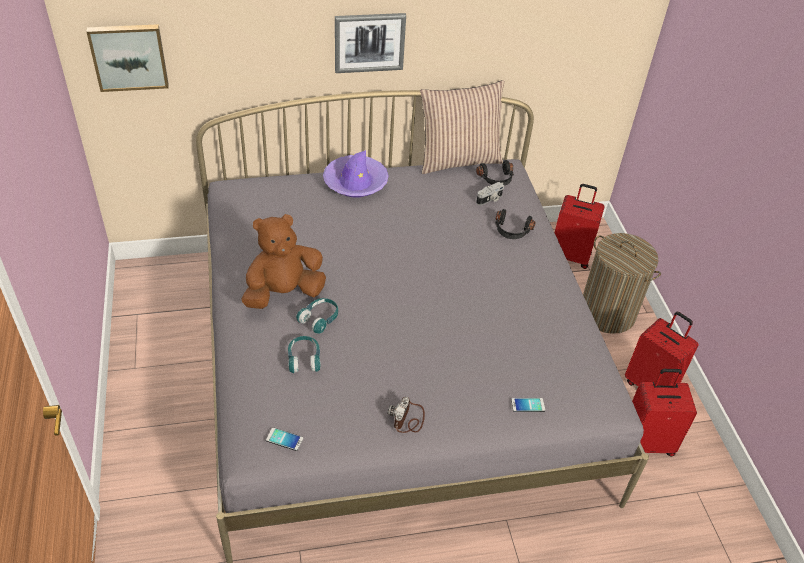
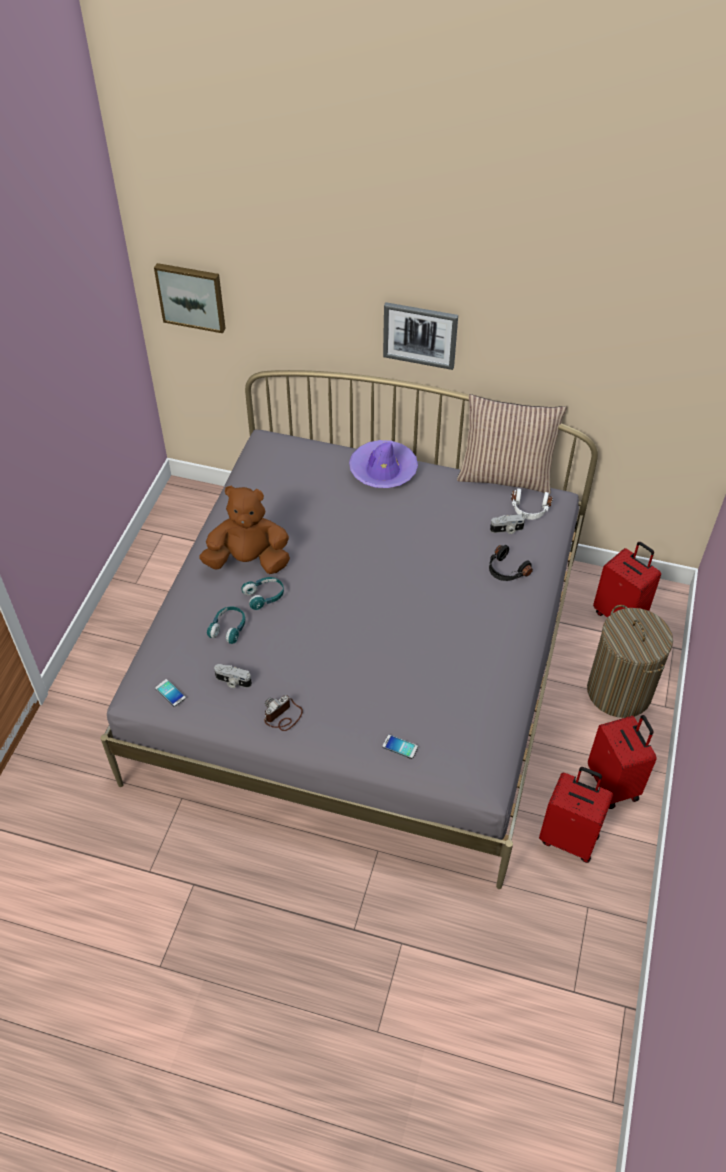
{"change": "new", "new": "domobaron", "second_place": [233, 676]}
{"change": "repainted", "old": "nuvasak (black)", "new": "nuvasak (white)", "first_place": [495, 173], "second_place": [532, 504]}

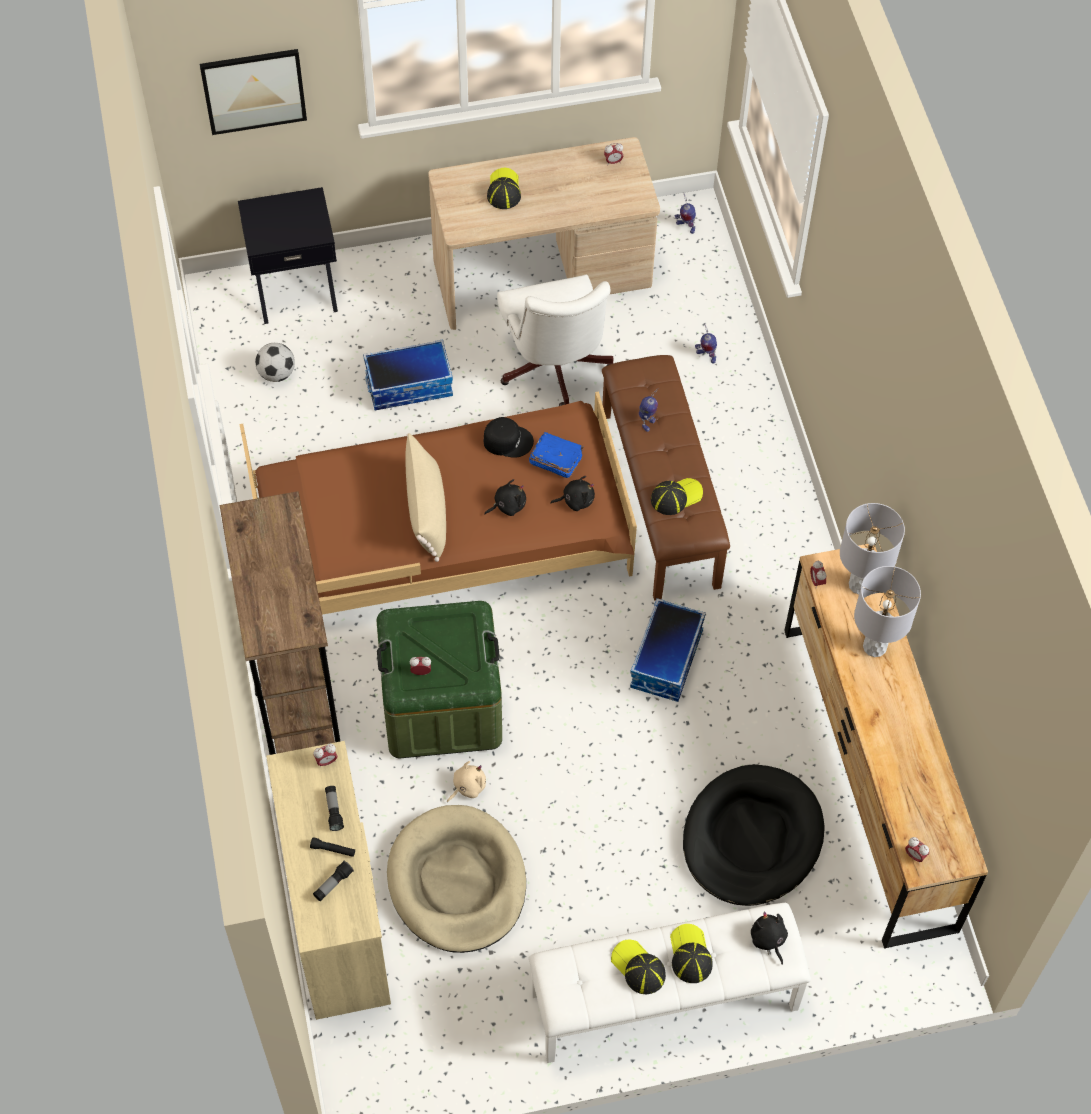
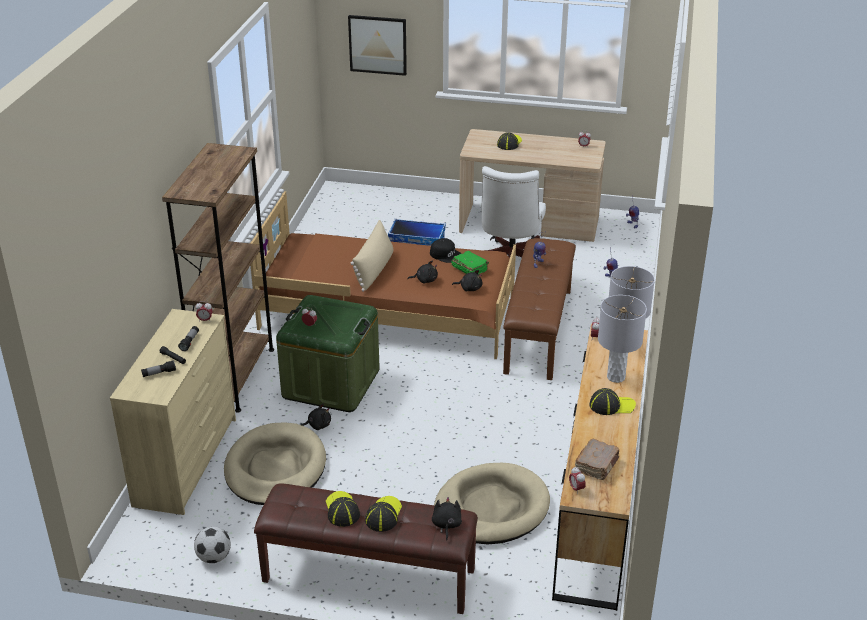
{"change": "shifted", "old": "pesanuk", "first_place": [275, 362], "second_place": [212, 544]}
{"change": "repainted", "old": "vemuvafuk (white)", "new": "vemuvafuk (brown)", "first_place": [670, 983], "second_place": [366, 548]}
{"change": "repainted", "old": "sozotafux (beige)", "new": "sozotafux (black)", "first_place": [466, 781], "second_place": [315, 417]}
{"change": "repainted", "old": "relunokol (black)", "new": "relunokol (beige)", "first_place": [753, 835], "second_place": [492, 503]}
{"change": "repainted", "old": "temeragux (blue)", "new": "temeragux (green)", "first_place": [556, 455], "second_place": [470, 263]}
{"change": "new", "new": "temeragux (brown)", "second_place": [597, 459]}
{"change": "shifted", "old": "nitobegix", "first_place": [677, 496], "second_place": [612, 401]}
{"change": "gone", "old": "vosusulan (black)", "first_place": [288, 255]}
{"change": "gone", "old": "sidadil", "first_place": [668, 650]}

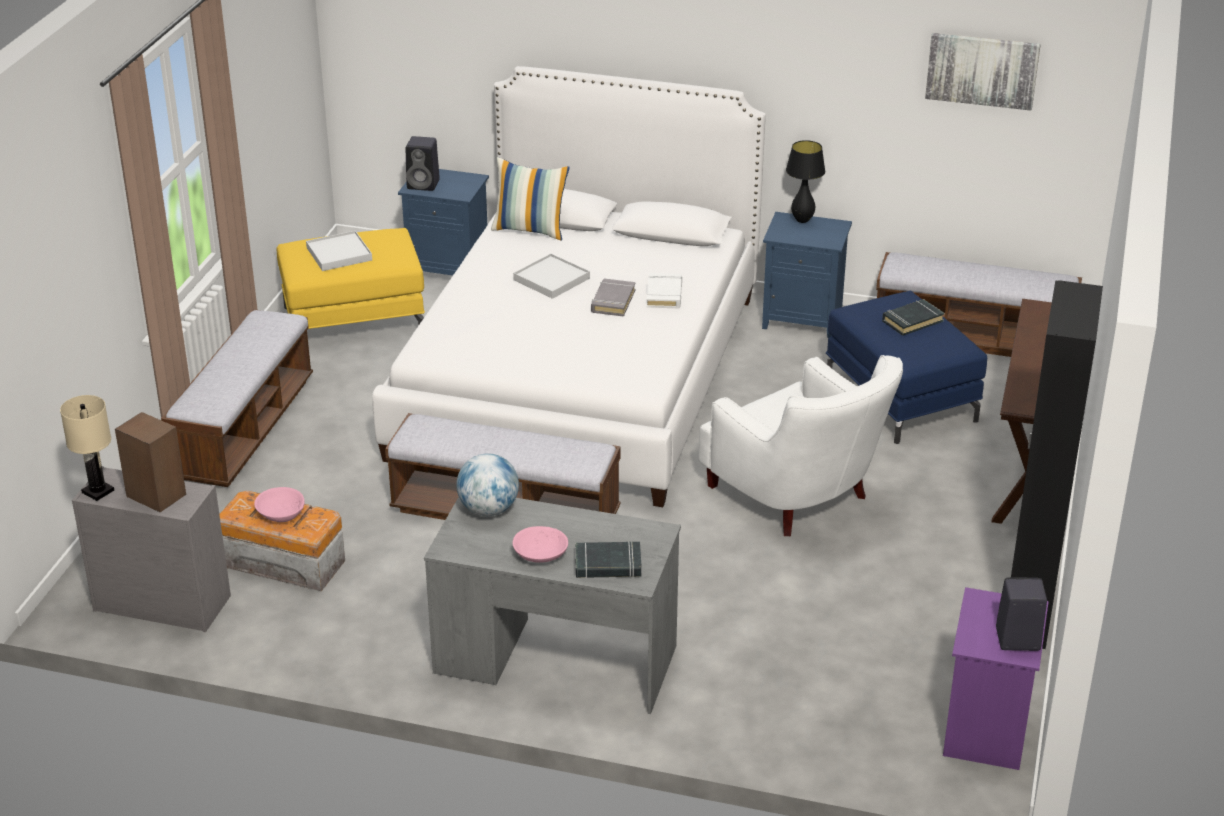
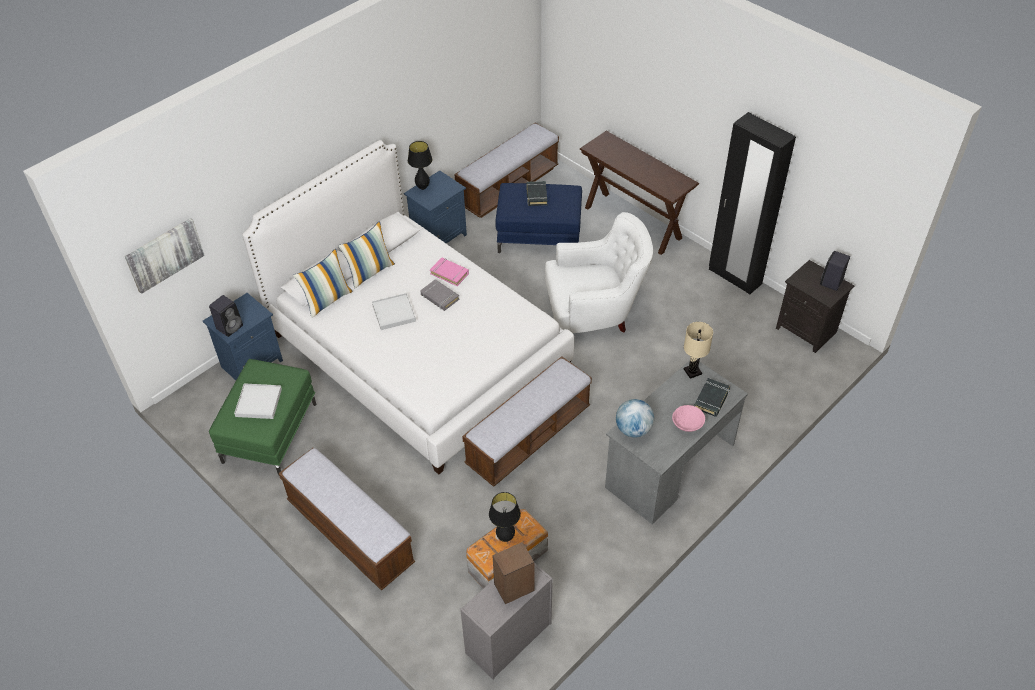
{"change": "shifted", "old": "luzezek", "first_place": [983, 71], "second_place": [165, 256]}
{"change": "repainted", "old": "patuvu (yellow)", "new": "patuvu (green)", "first_place": [351, 278], "second_place": [262, 417]}
{"change": "new", "new": "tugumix", "second_place": [366, 254]}
{"change": "repainted", "old": "temeragux (white)", "new": "temeragux (pink)", "first_place": [664, 290], "second_place": [449, 272]}
{"change": "swapped", "old": "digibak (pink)", "new": "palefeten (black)", "first_place": [279, 504], "second_place": [505, 517]}
{"change": "shifted", "old": "palefeten (beige)", "first_place": [87, 448], "second_place": [698, 350]}
{"change": "repainted", "old": "vosusulan (purple)", "new": "vosusulan (black)", "first_place": [996, 678], "second_place": [815, 306]}

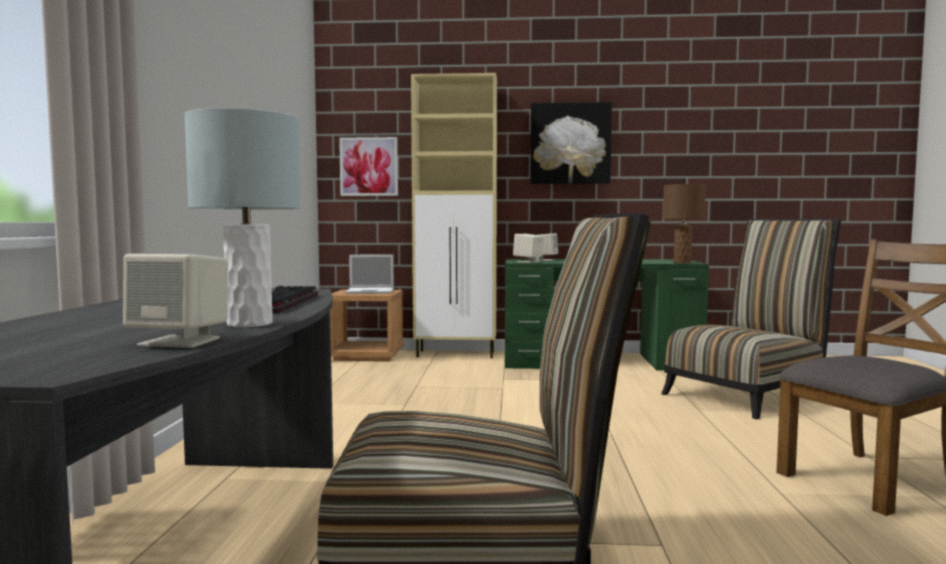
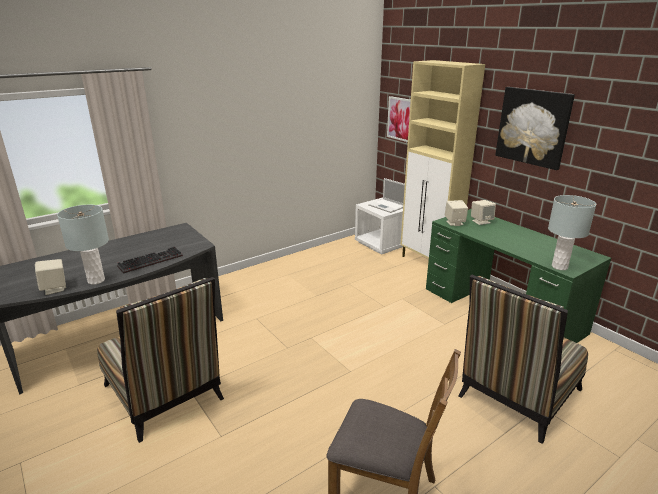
{"change": "repainted", "old": "vosusulan (brown)", "new": "vosusulan (white)", "first_place": [366, 325], "second_place": [379, 226]}
{"change": "rotated", "old": "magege", "first_place": [751, 319], "second_place": [523, 359], "degrees": 120}
{"change": "repainted", "old": "palefeten (brown)", "new": "palefeten (grey)", "first_place": [684, 223], "second_place": [572, 232]}

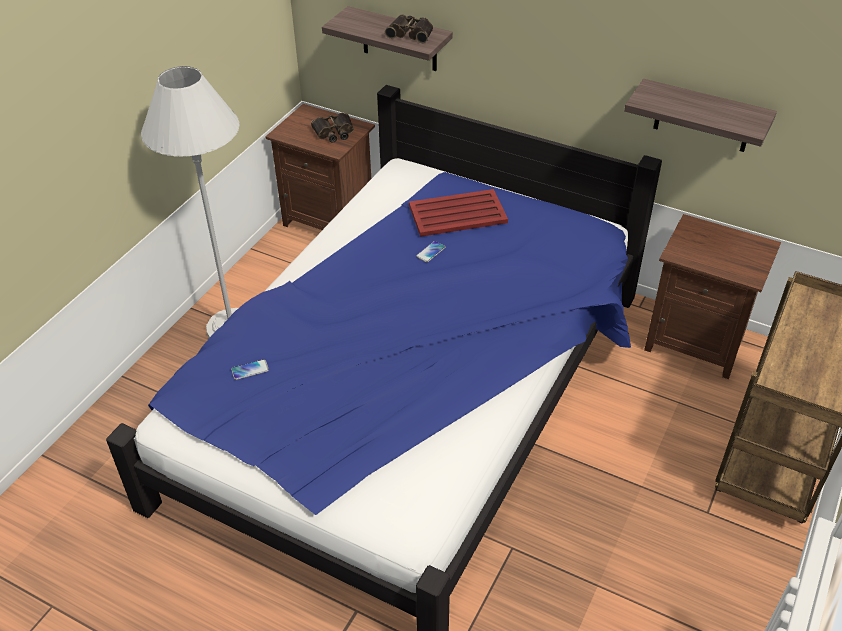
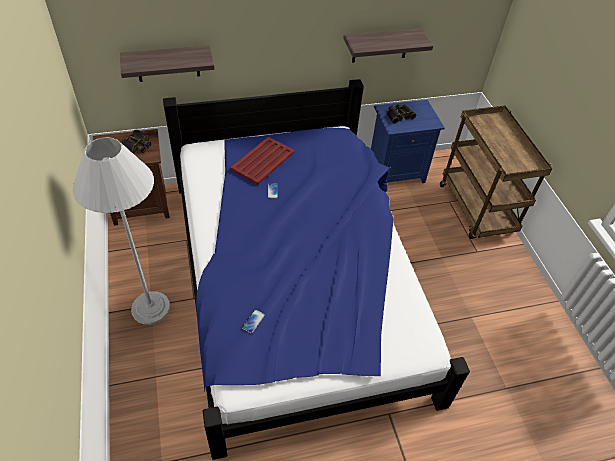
{"change": "repainted", "old": "vosusulan (brown)", "new": "vosusulan (blue)", "first_place": [712, 296], "second_place": [408, 141]}
{"change": "shifted", "old": "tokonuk", "first_place": [409, 28], "second_place": [401, 114]}

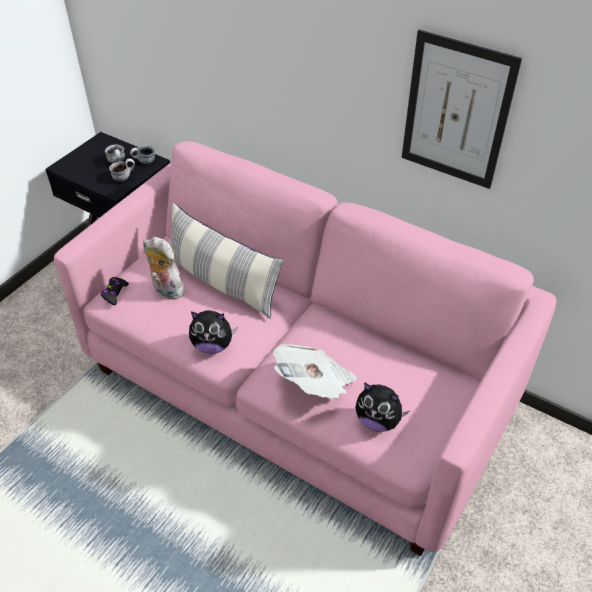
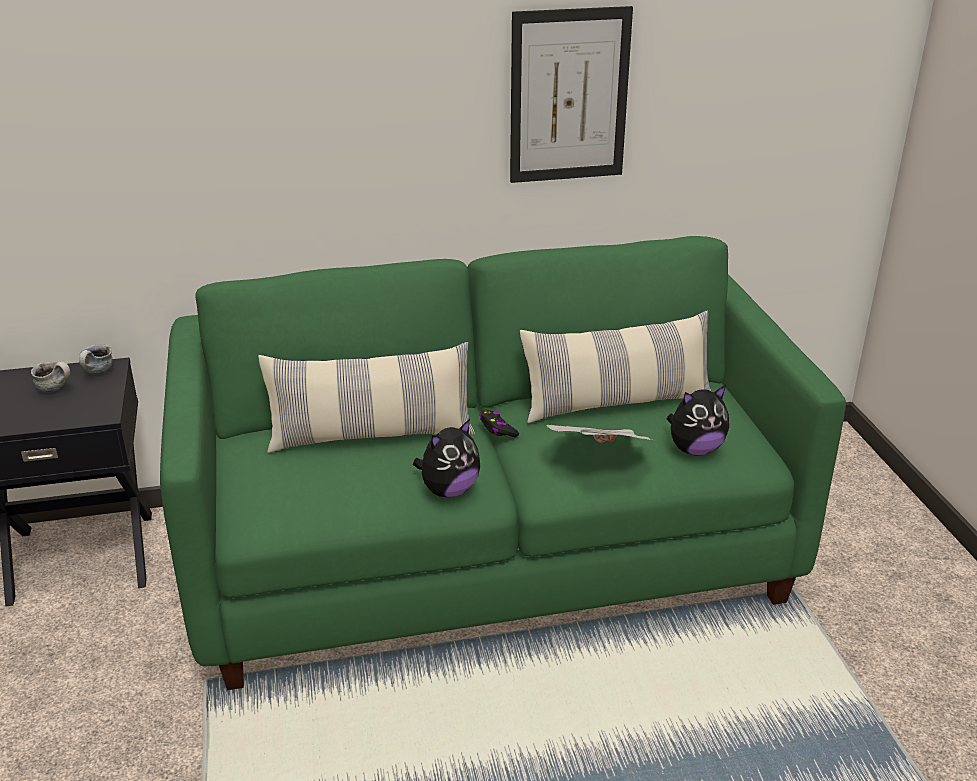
{"change": "repainted", "old": "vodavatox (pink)", "new": "vodavatox (green)", "first_place": [305, 348], "second_place": [503, 463]}
{"change": "shifted", "old": "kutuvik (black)", "first_place": [114, 291], "second_place": [499, 423]}
{"change": "new", "new": "tugumix", "second_place": [616, 366]}
{"change": "gone", "old": "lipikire", "first_place": [122, 170]}
{"change": "gone", "old": "sozotafux", "first_place": [164, 268]}

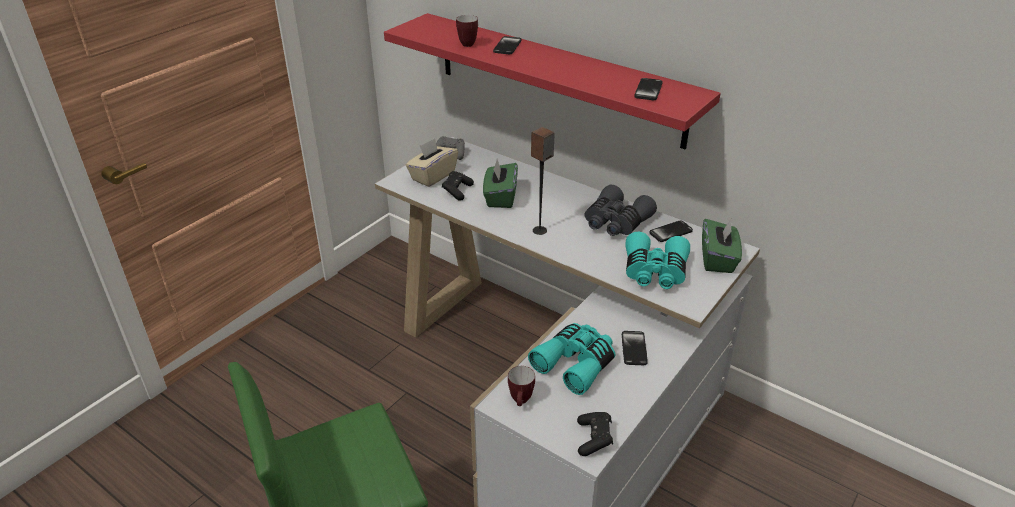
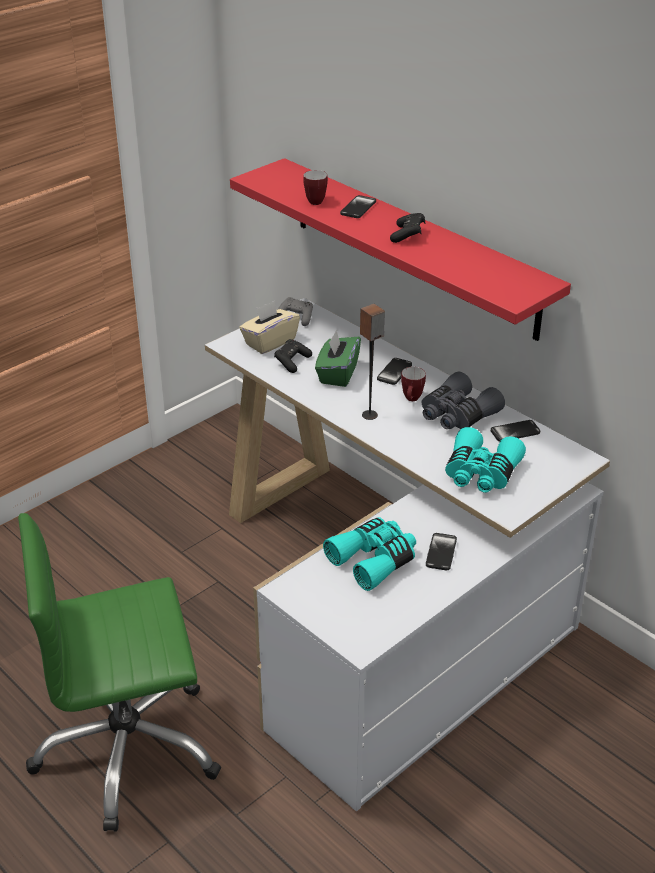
{"change": "shifted", "old": "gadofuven", "first_place": [648, 89], "second_place": [394, 371]}
{"change": "shifted", "old": "kutuvik (black)", "first_place": [595, 434], "second_place": [408, 228]}
{"change": "shifted", "old": "lipikire", "first_place": [521, 386], "second_place": [413, 384]}
{"change": "gone", "old": "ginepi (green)", "first_place": [722, 246]}

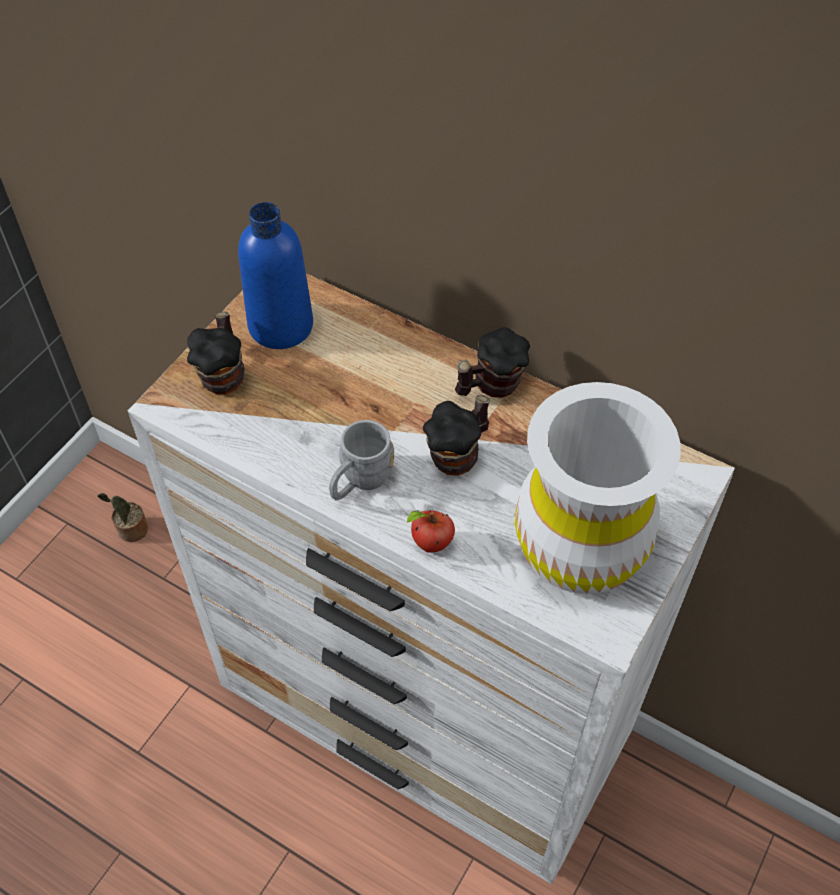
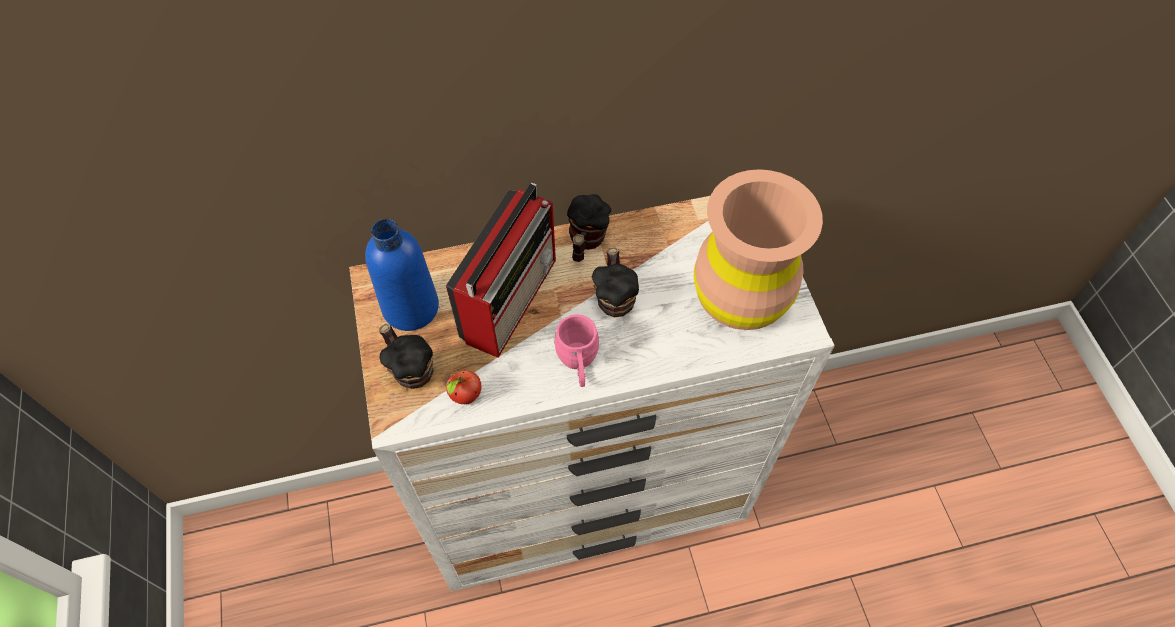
{"change": "new", "new": "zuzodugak", "second_place": [501, 270]}
{"change": "shifted", "old": "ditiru", "first_place": [431, 531], "second_place": [463, 387]}
{"change": "repainted", "old": "lipikire (grey)", "new": "lipikire (pink)", "first_place": [361, 460], "second_place": [576, 350]}
{"change": "repainted", "old": "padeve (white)", "new": "padeve (brown)", "first_place": [598, 488], "second_place": [758, 249]}
{"change": "gone", "old": "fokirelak", "first_place": [122, 517]}

